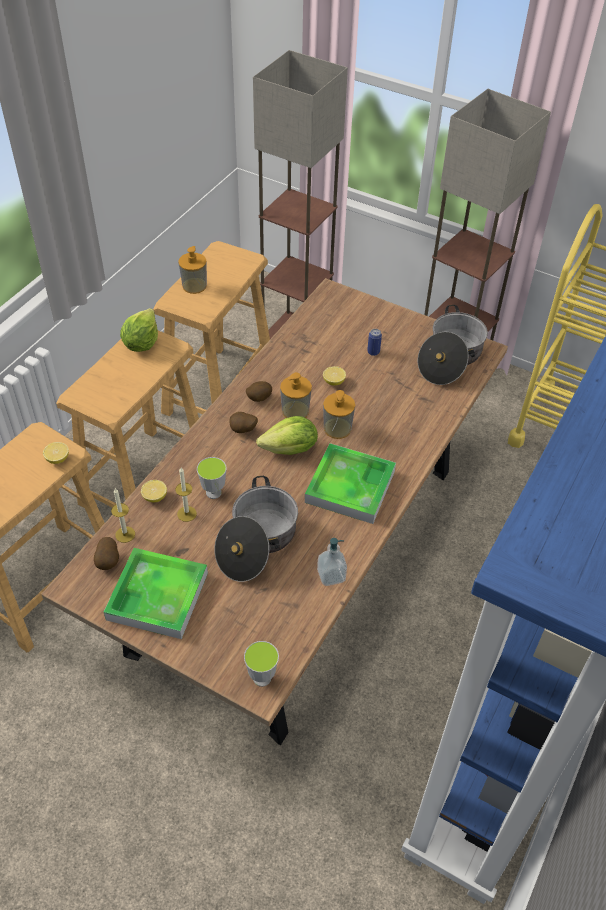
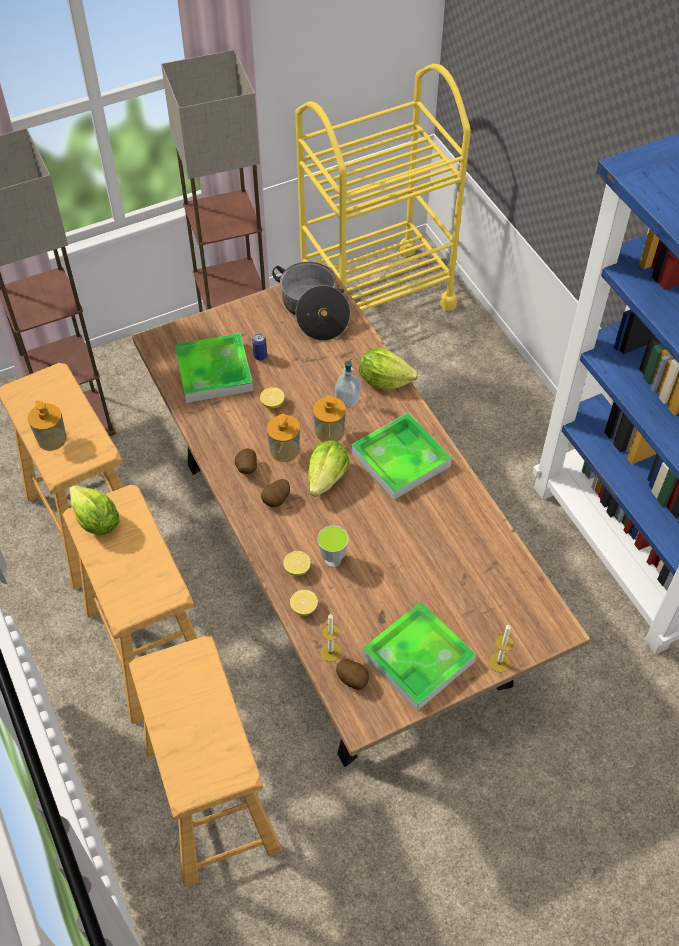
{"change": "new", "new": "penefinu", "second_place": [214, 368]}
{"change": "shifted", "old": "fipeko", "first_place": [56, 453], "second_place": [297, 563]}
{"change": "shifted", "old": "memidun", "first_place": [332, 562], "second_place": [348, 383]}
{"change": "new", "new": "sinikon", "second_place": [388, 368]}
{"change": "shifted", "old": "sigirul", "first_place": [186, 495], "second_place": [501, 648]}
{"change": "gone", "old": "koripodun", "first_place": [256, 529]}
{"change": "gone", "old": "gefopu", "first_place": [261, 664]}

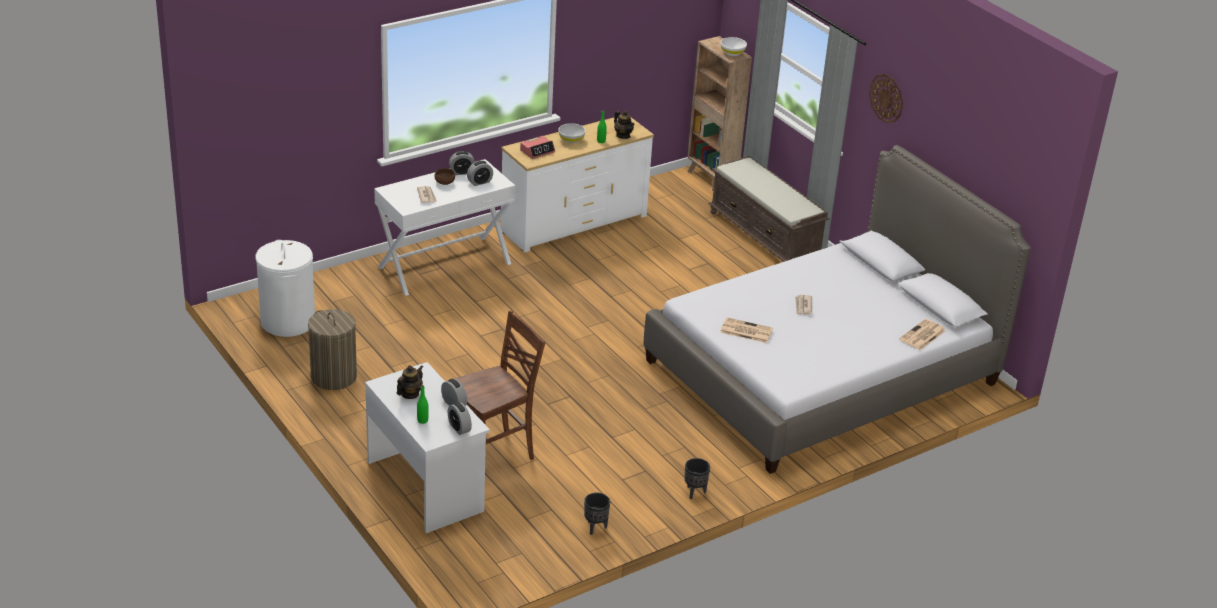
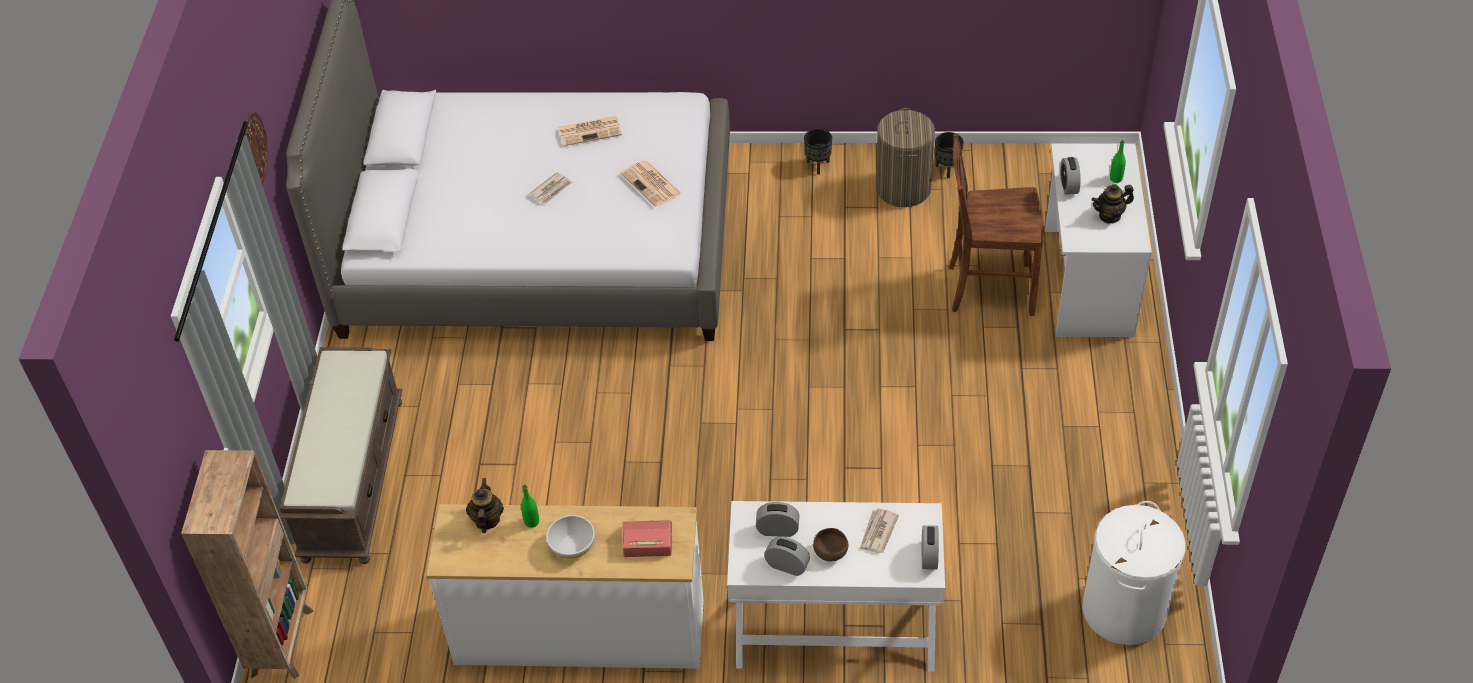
{"change": "shifted", "old": "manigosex", "first_place": [922, 334], "second_place": [590, 131]}
{"change": "shifted", "old": "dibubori", "first_place": [332, 349], "second_place": [905, 157]}
{"change": "shifted", "old": "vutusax", "first_place": [460, 418], "second_place": [930, 547]}
{"change": "gone", "old": "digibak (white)", "first_place": [734, 46]}

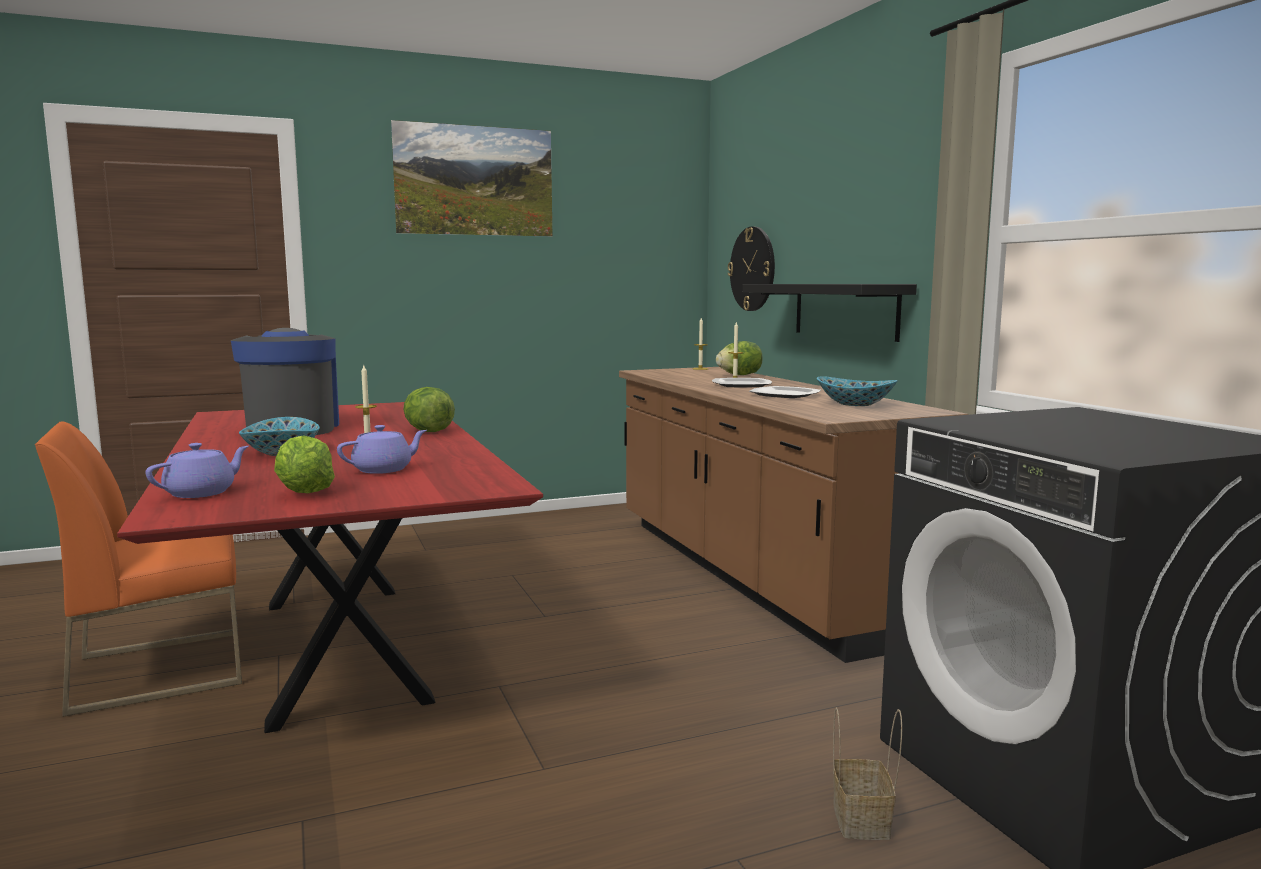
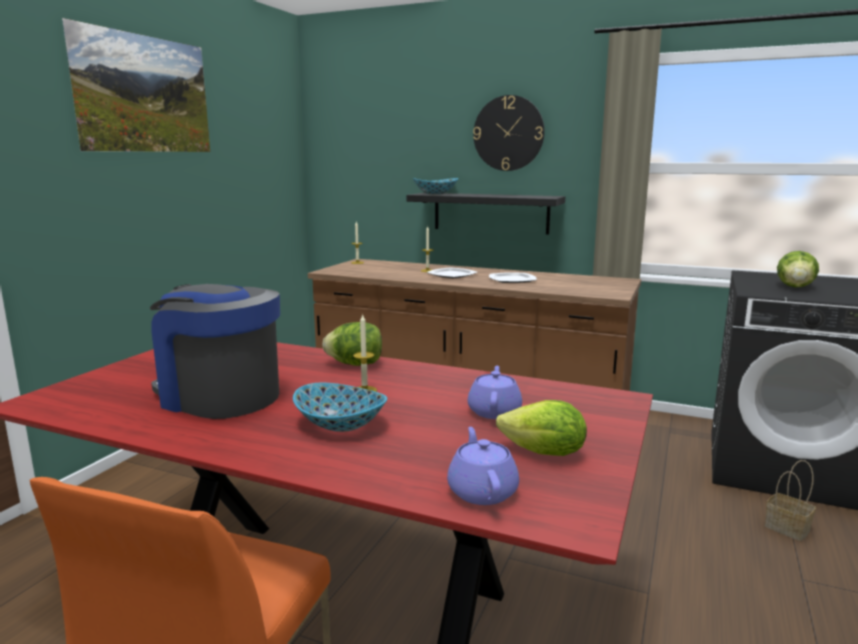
{"change": "shifted", "old": "digibak", "first_place": [857, 391], "second_place": [435, 186]}
{"change": "shifted", "old": "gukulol", "first_place": [751, 269], "second_place": [509, 133]}
{"change": "shifted", "old": "sinikon", "first_place": [739, 358], "second_place": [798, 269]}

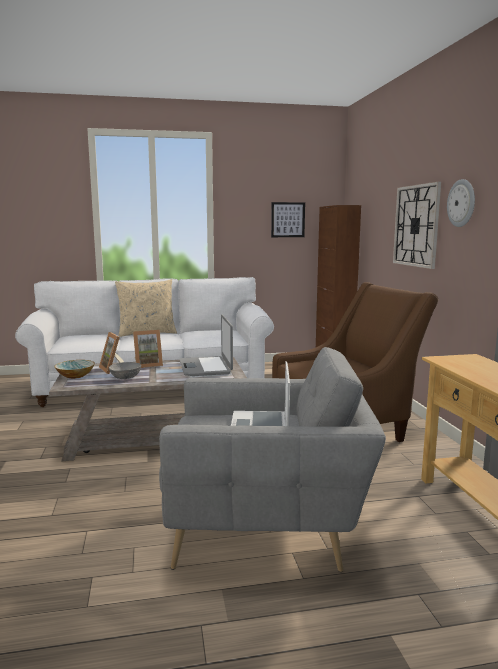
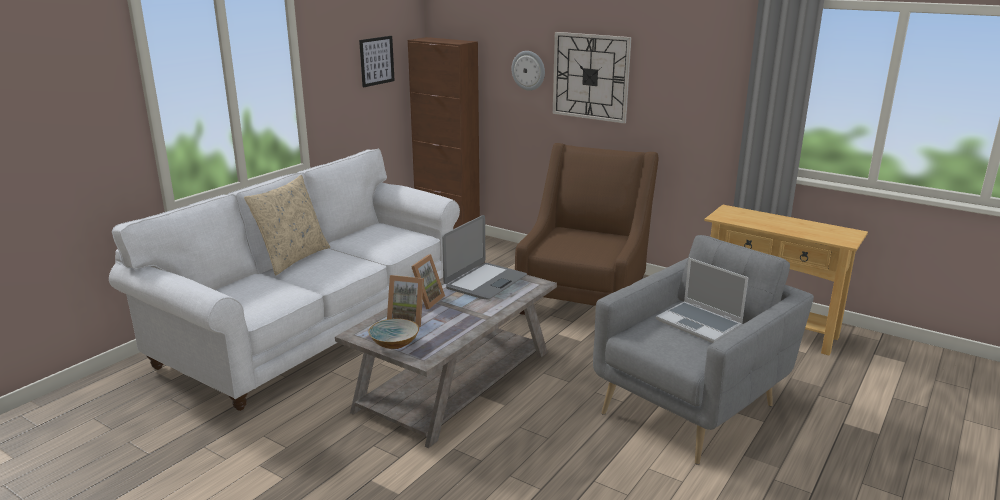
{"change": "rotated", "old": "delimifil", "first_place": [206, 345], "second_place": [484, 257], "degrees": -90}
{"change": "shifted", "old": "gukulol", "first_place": [461, 203], "second_place": [528, 71]}
{"change": "gone", "old": "digibak (grey)", "first_place": [125, 370]}

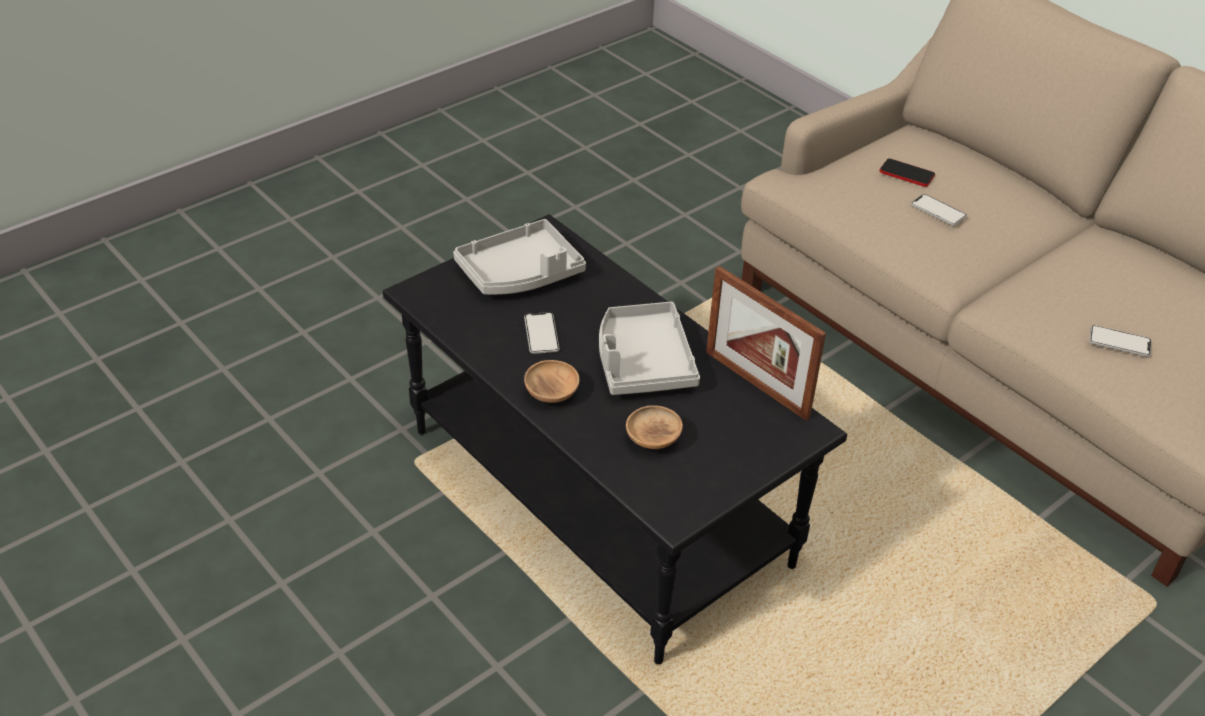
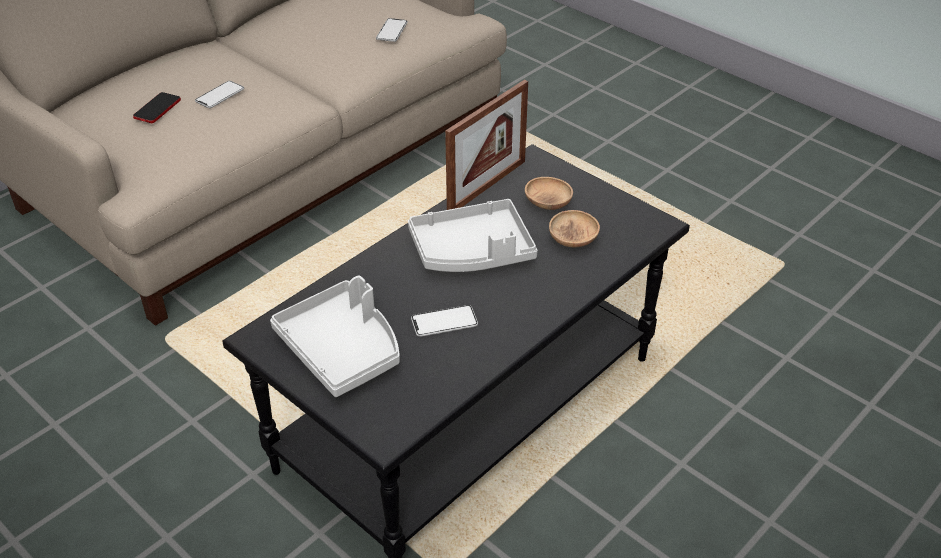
{"change": "shifted", "old": "digibak (brown)", "first_place": [552, 381], "second_place": [549, 193]}

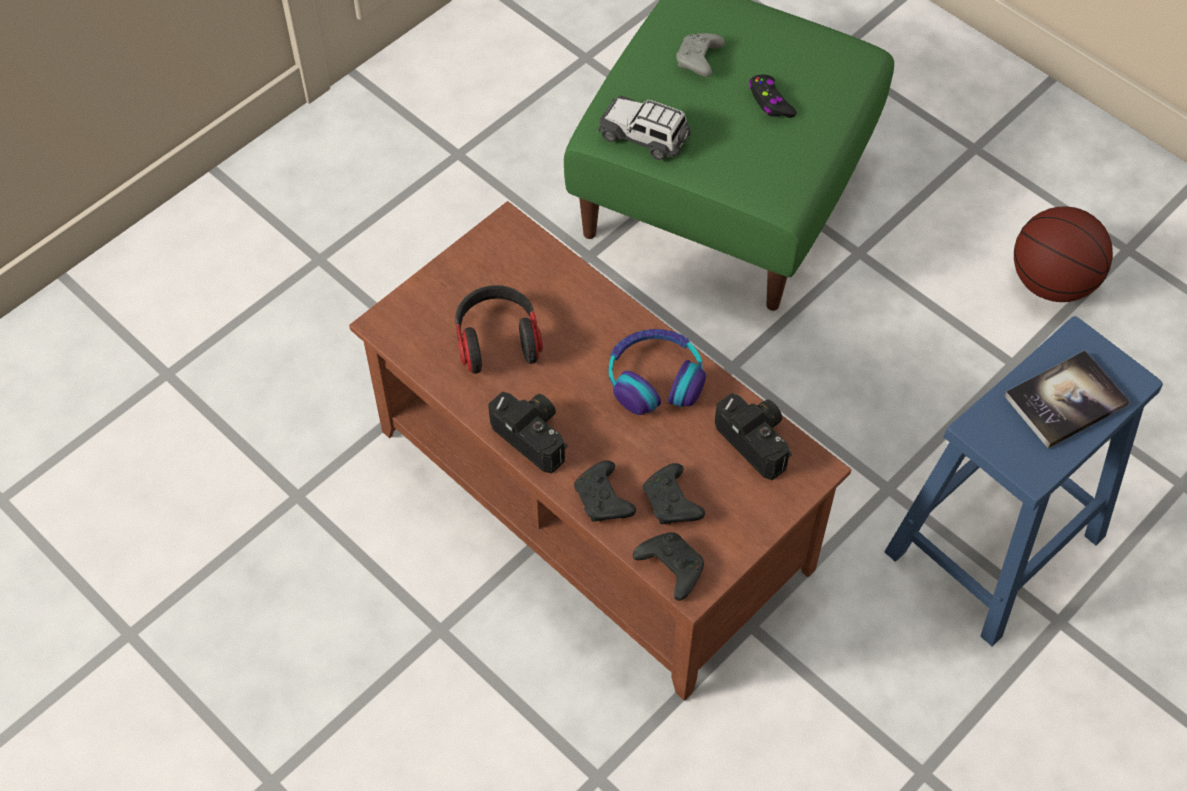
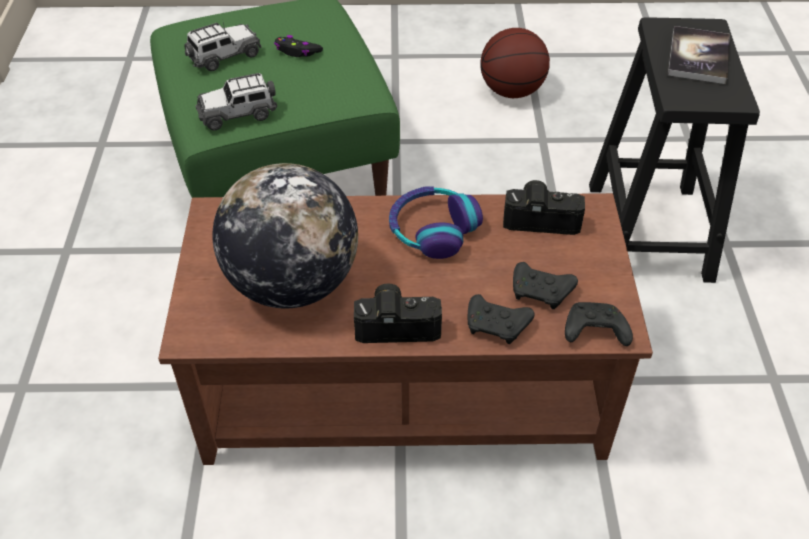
{"change": "swapped", "old": "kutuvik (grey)", "new": "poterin", "first_place": [700, 55], "second_place": [223, 46]}
{"change": "swapped", "old": "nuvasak", "new": "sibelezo", "first_place": [499, 329], "second_place": [285, 236]}
{"change": "repainted", "old": "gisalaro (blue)", "new": "gisalaro (black)", "first_place": [1023, 481], "second_place": [674, 150]}

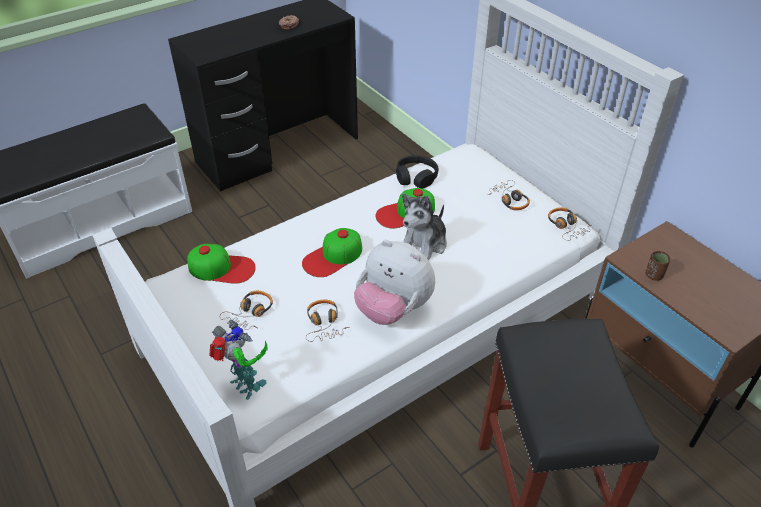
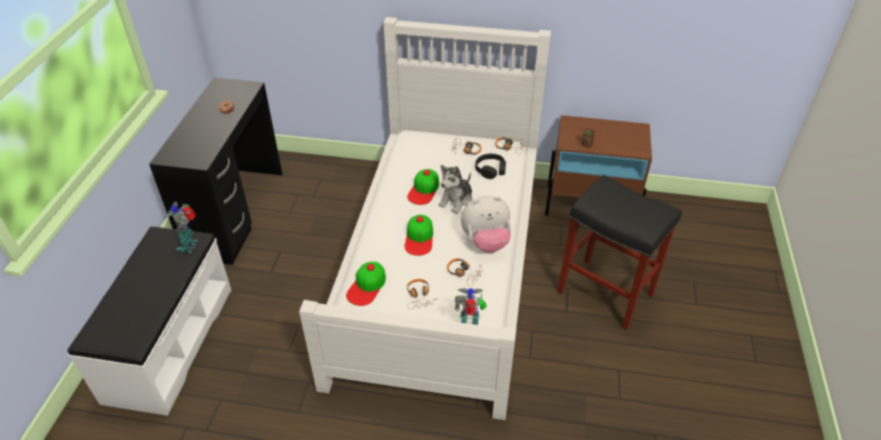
{"change": "new", "new": "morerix", "second_place": [182, 227]}
{"change": "rotated", "old": "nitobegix", "first_place": [221, 264], "second_place": [366, 284], "degrees": 150}
{"change": "rotated", "old": "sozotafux", "first_place": [424, 227], "second_place": [455, 189], "degrees": 45}
{"change": "shifted", "old": "nuvasak (black)", "first_place": [417, 172], "second_place": [490, 166]}

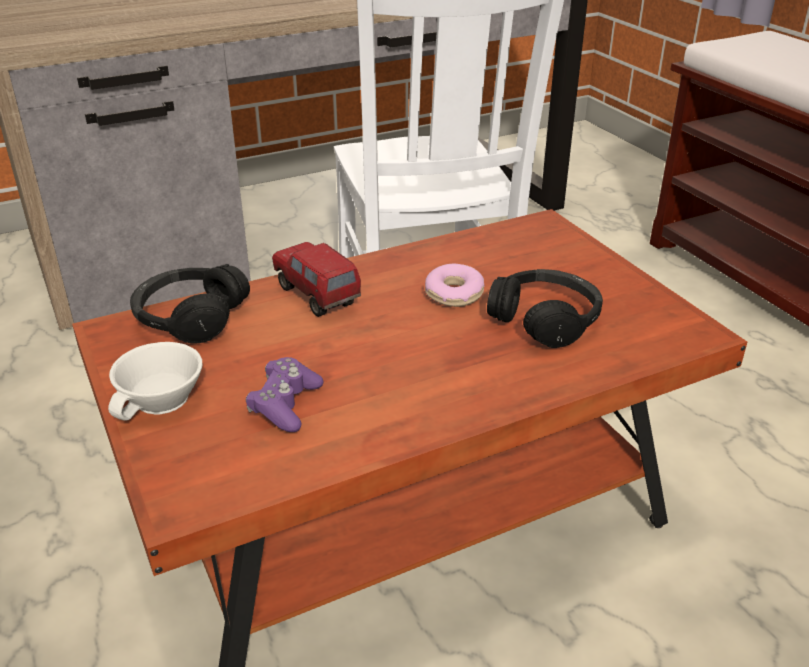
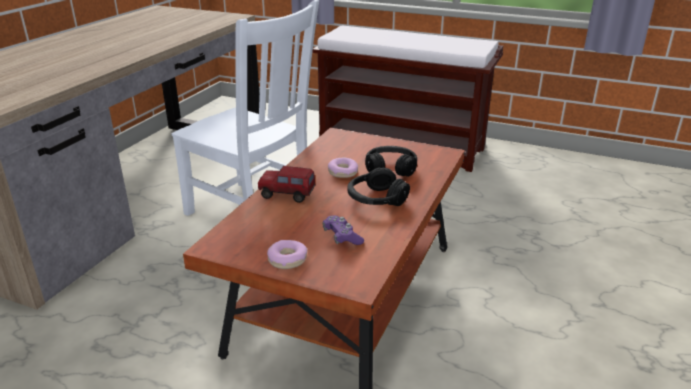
{"change": "swapped", "old": "gefopu (white)", "new": "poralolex", "first_place": [155, 381], "second_place": [287, 254]}
{"change": "shifted", "old": "nuvasak (black)", "first_place": [190, 304], "second_place": [378, 186]}

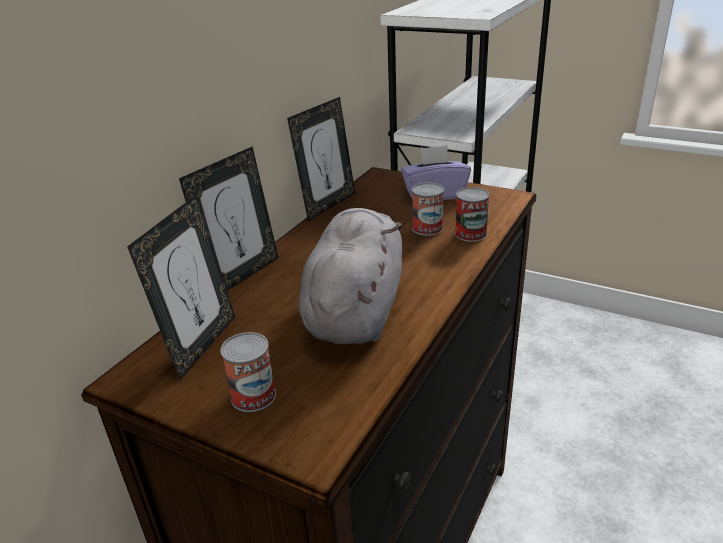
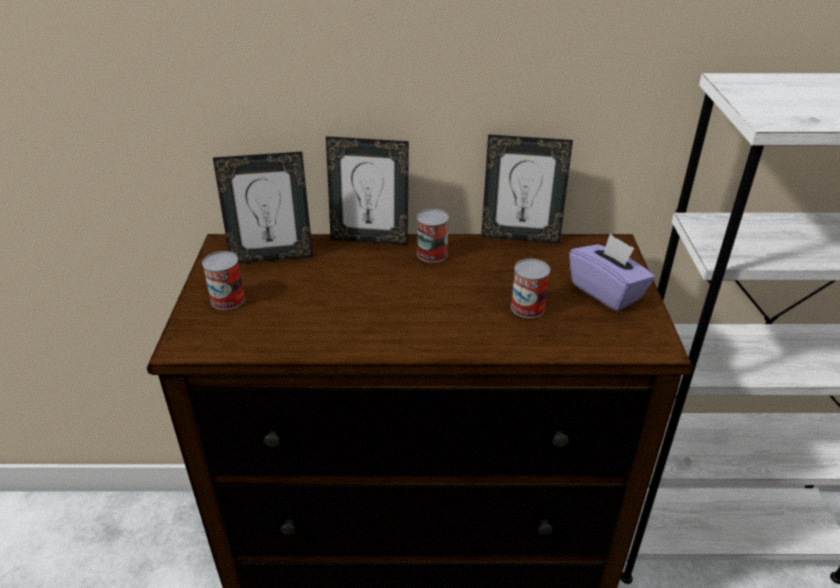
{"change": "shifted", "old": "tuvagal", "first_place": [472, 214], "second_place": [433, 236]}
{"change": "gone", "old": "sozotafux (grey)", "first_place": [350, 276]}

